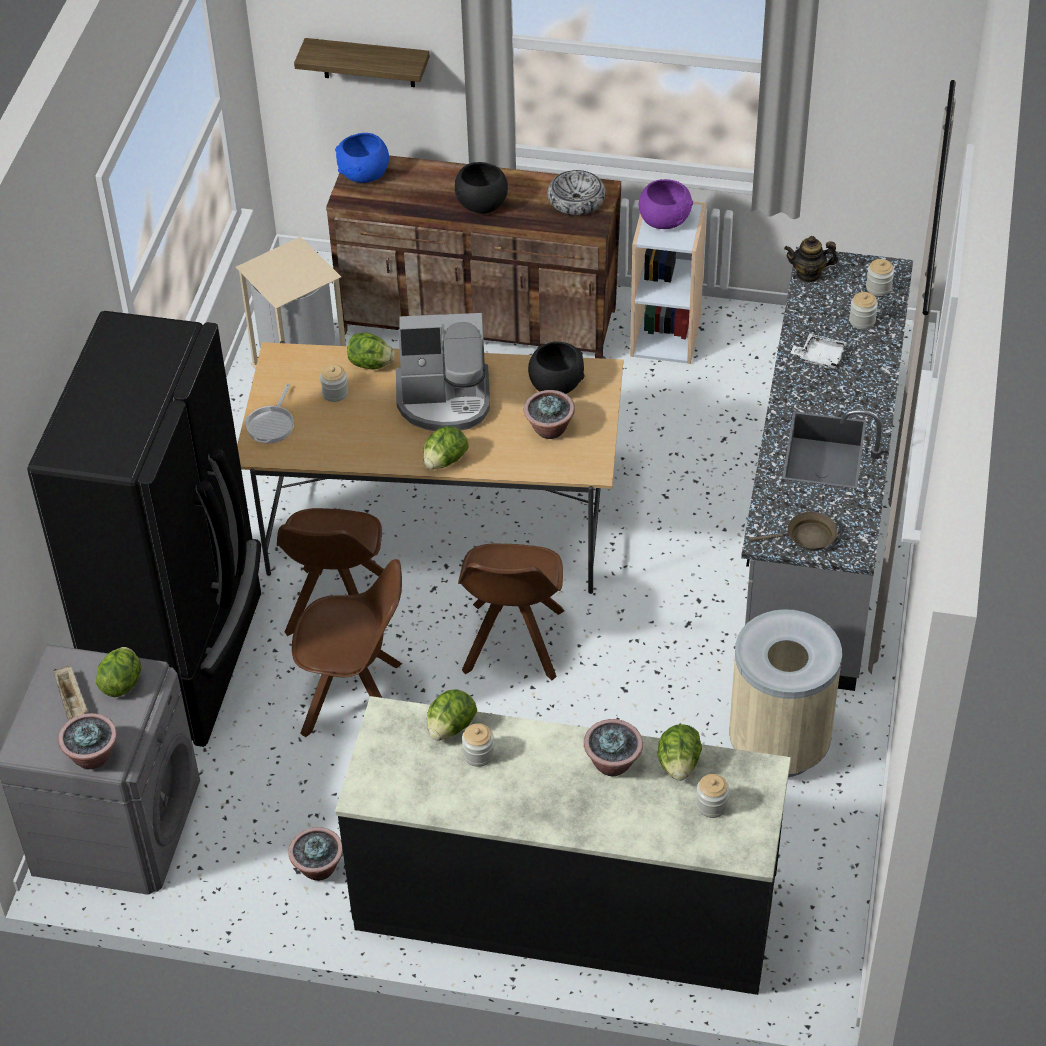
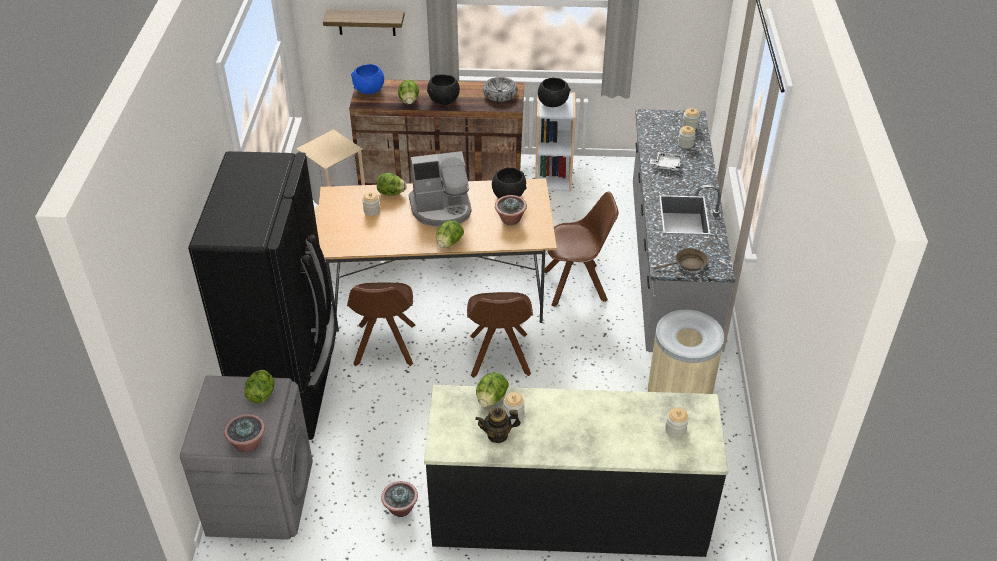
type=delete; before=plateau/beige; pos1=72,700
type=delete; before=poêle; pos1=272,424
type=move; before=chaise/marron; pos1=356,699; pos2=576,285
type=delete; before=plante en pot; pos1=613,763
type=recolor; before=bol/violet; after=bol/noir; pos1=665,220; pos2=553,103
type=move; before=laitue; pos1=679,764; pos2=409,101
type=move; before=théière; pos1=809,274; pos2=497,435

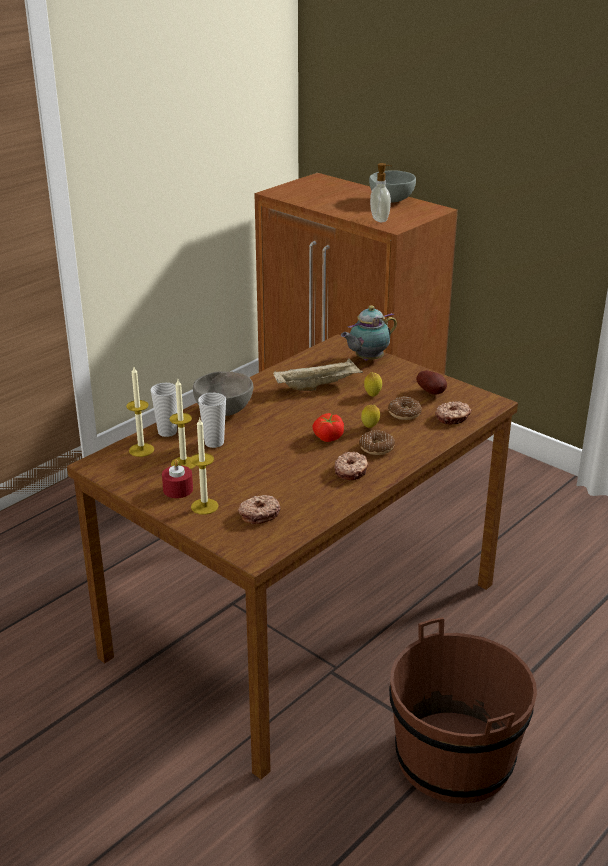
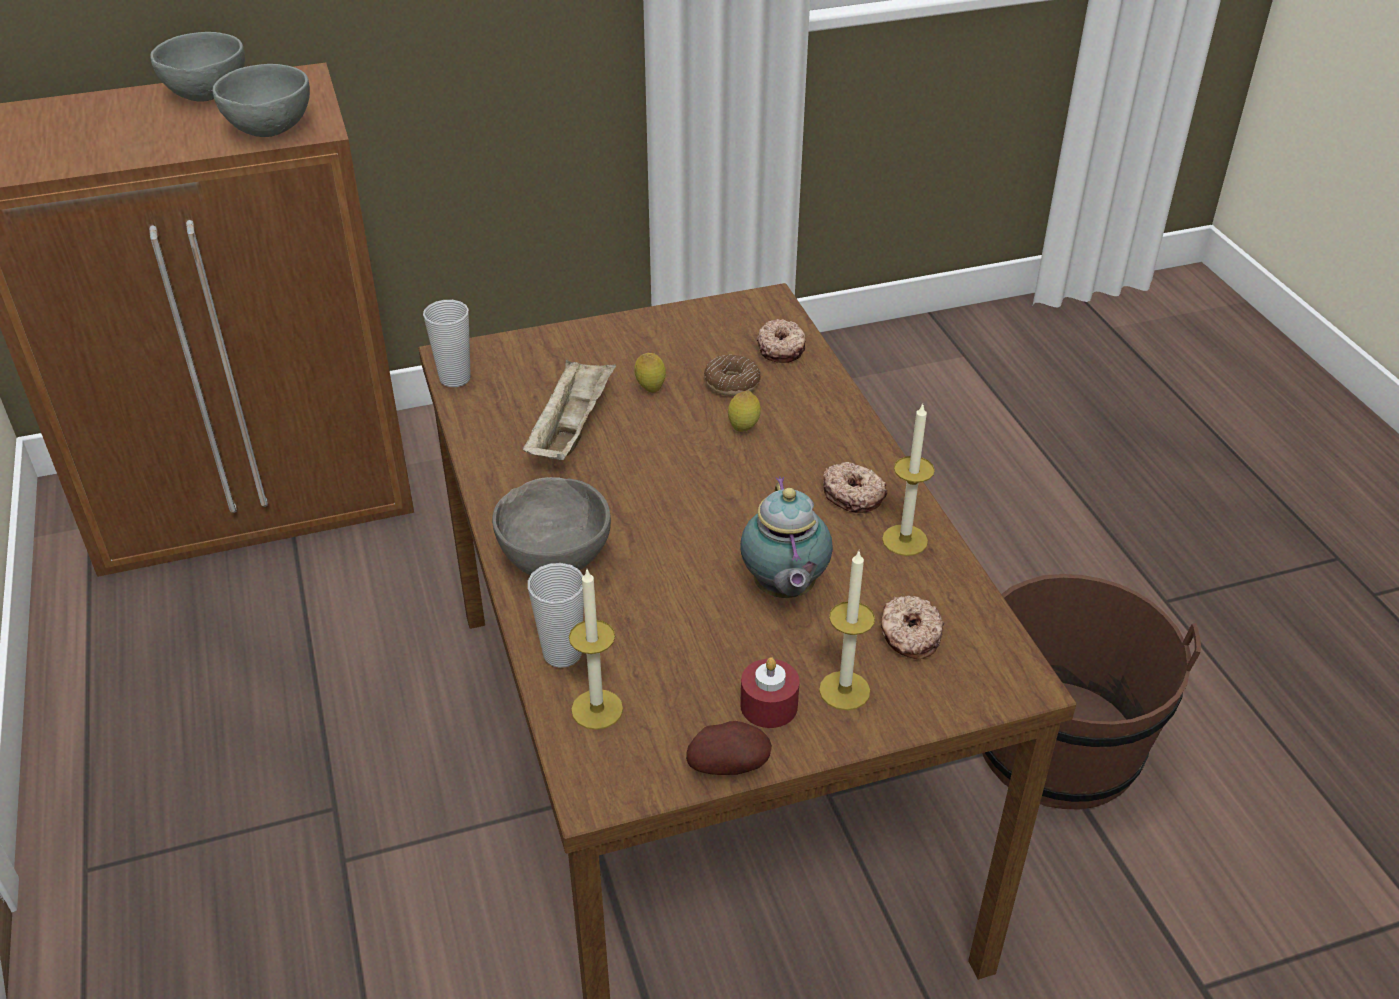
type=move; before=bougie; pos1=183,463; pos2=905,540
type=move; before=tasse; pos1=214,443; pos2=455,378
type=delete; before=tomate; pos1=327,437
type=move; before=théière; pos1=367,359; pos2=783,590
type=delete; before=beignet; pos1=376,448
type=replace; before=distributeur de savon; after=bol/gris; pos1=380,219; pos2=268,129
type=move; before=pomme de terre; pos1=432,393; pos2=729,765

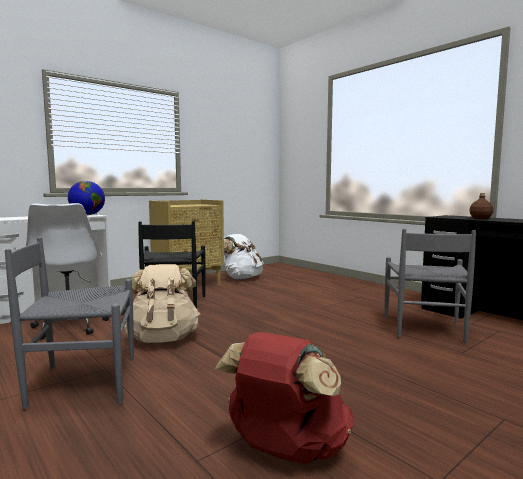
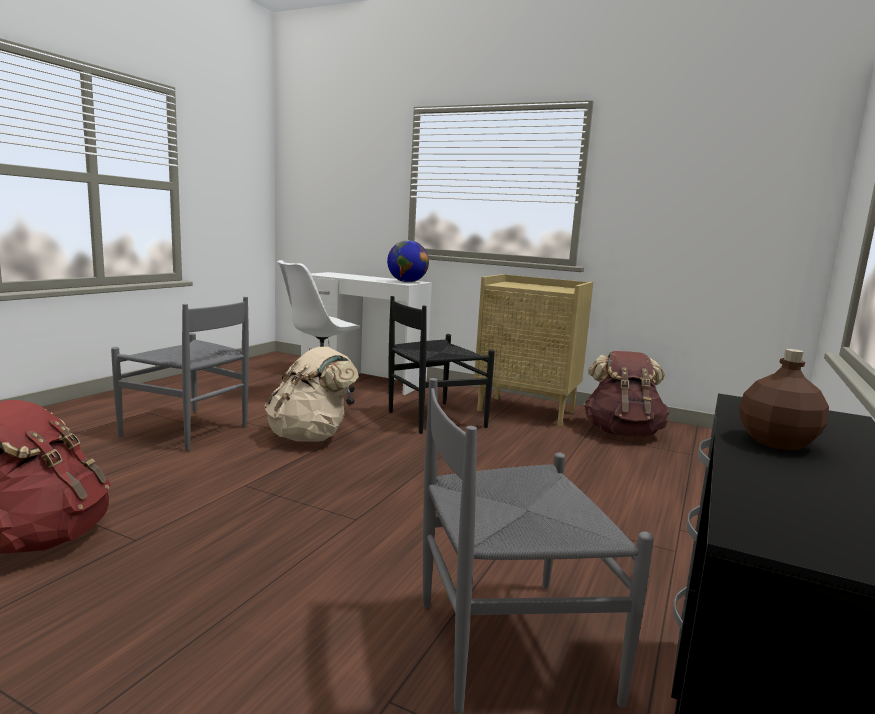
type=rotate; before=chaise/gris; pos1=83,383; pos2=189,431; turn=150
type=recolor; before=sac à dos/blanc; after=sac à dos/marron; pos1=241,278; pos2=622,433

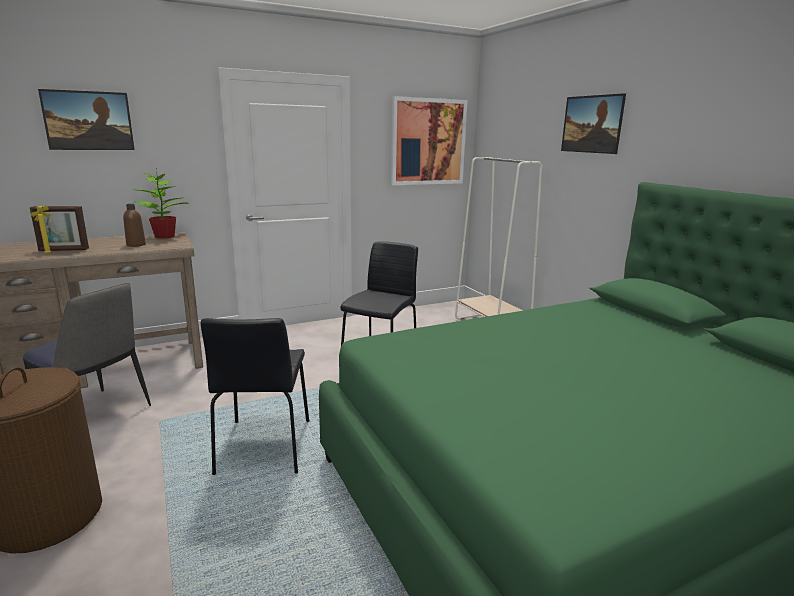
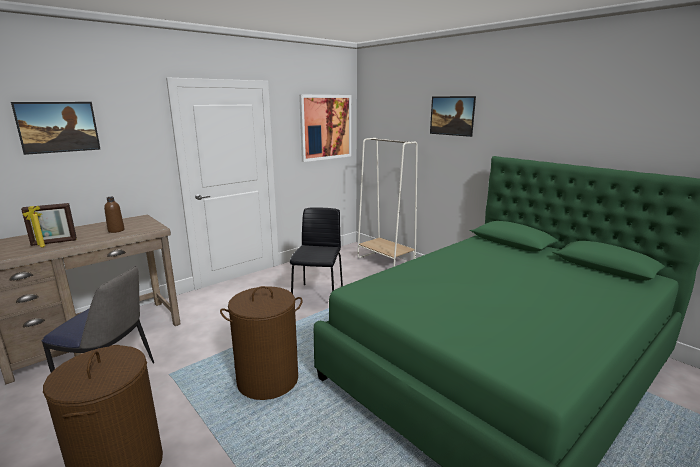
type=delete; before=plante en pot; pos1=165,236
type=replace; before=chaise/noir; after=panier à linge/marron; pos1=263,448; pos2=267,380

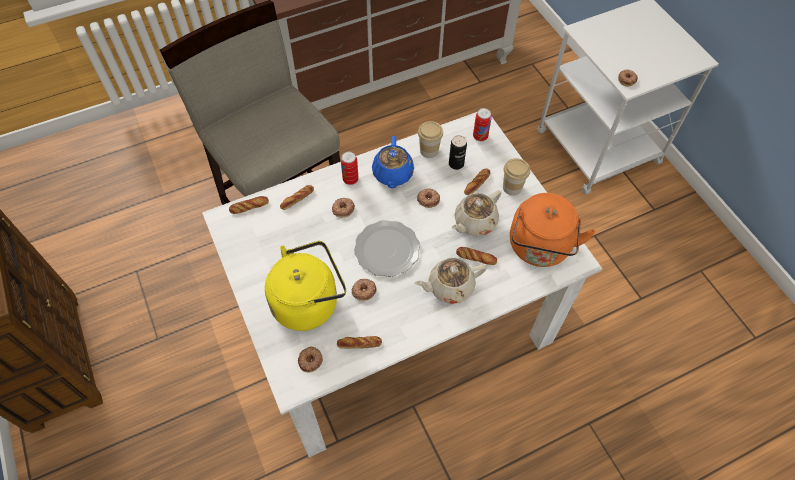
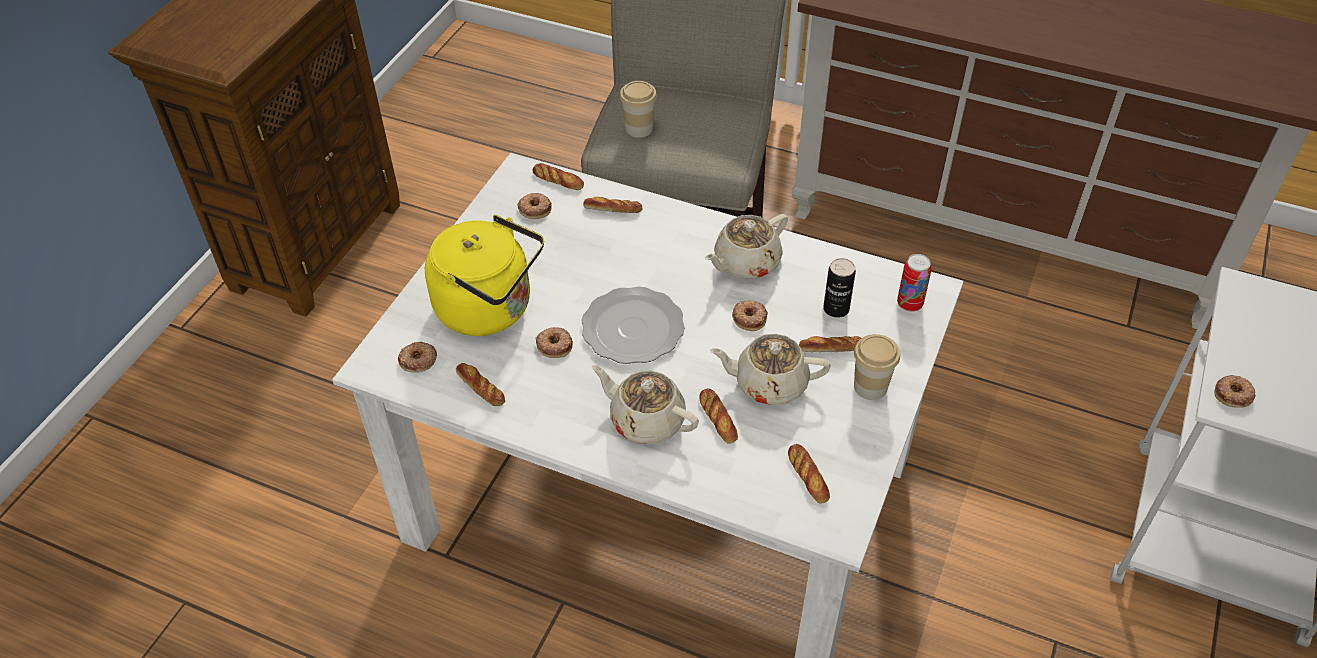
type=move; before=beignet; pos1=343,208; pos2=535,208
type=delete; before=boîte métallique; pos1=350,179
type=recolor; before=théière/bleu; after=théière/beige; pos1=392,174; pos2=745,263
type=move; before=tasse; pos1=429,151; pos2=639,128
type=replace; before=bouilloire/orange; after=pain; pos1=539,249; pos2=808,476

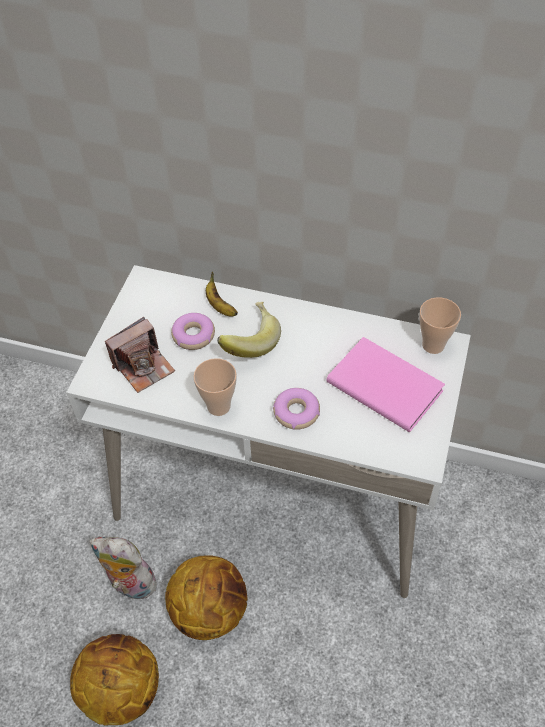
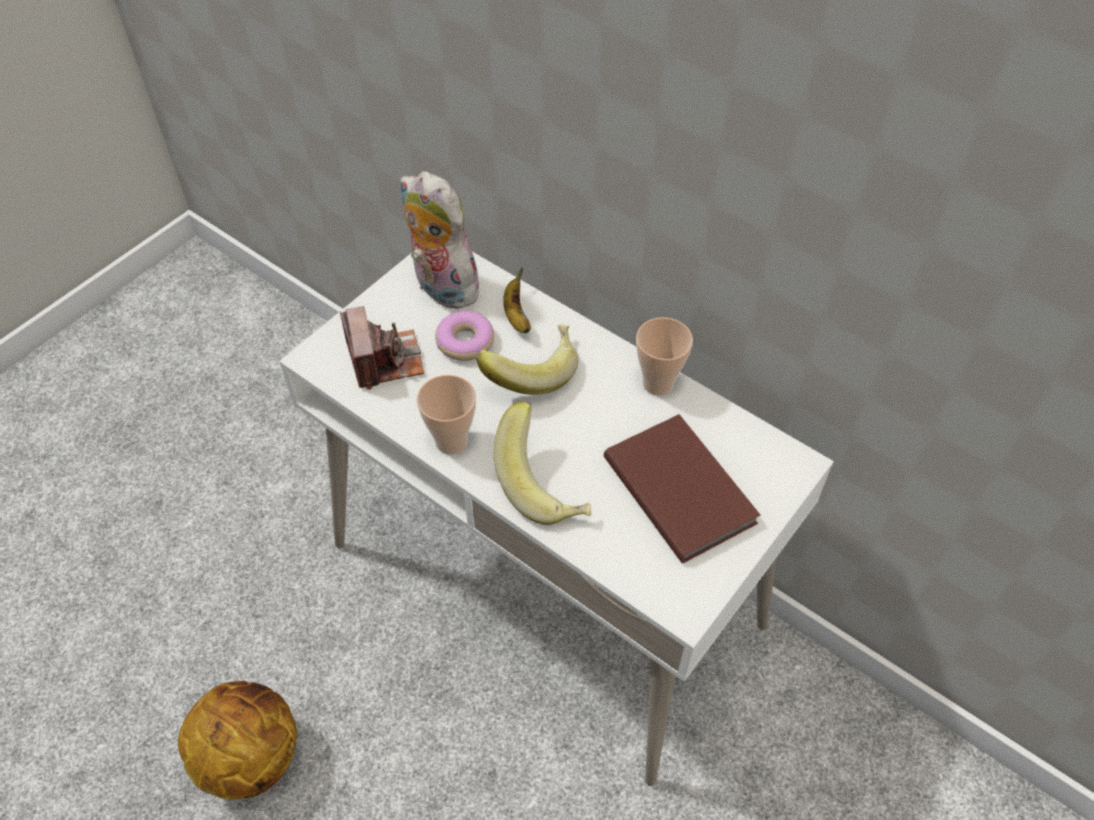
type=move; before=peluche; pos1=130,585; pos2=441,287
type=rotate; before=appareil photo; pos1=143,366; pos2=385,360; turn=-90
type=delete; before=ballon de basket; pos1=210,610
type=replace; before=beignet; after=banane; pos1=296,412; pos2=545,484
type=recolor; before=livre/rose; after=livre/marron; pos1=385,384; pos2=681,487
type=move; before=tasse; pos1=433,345; pos2=658,383

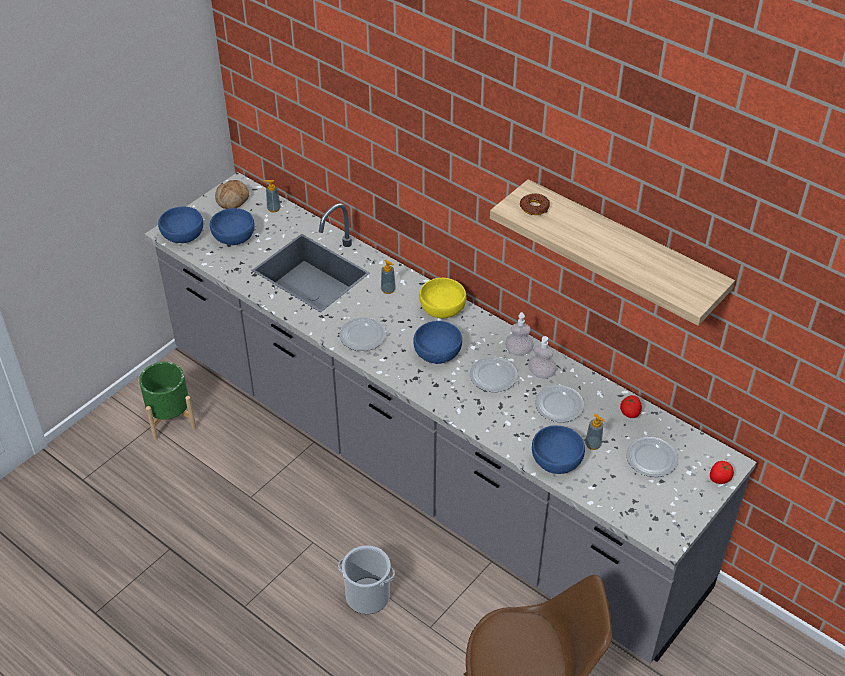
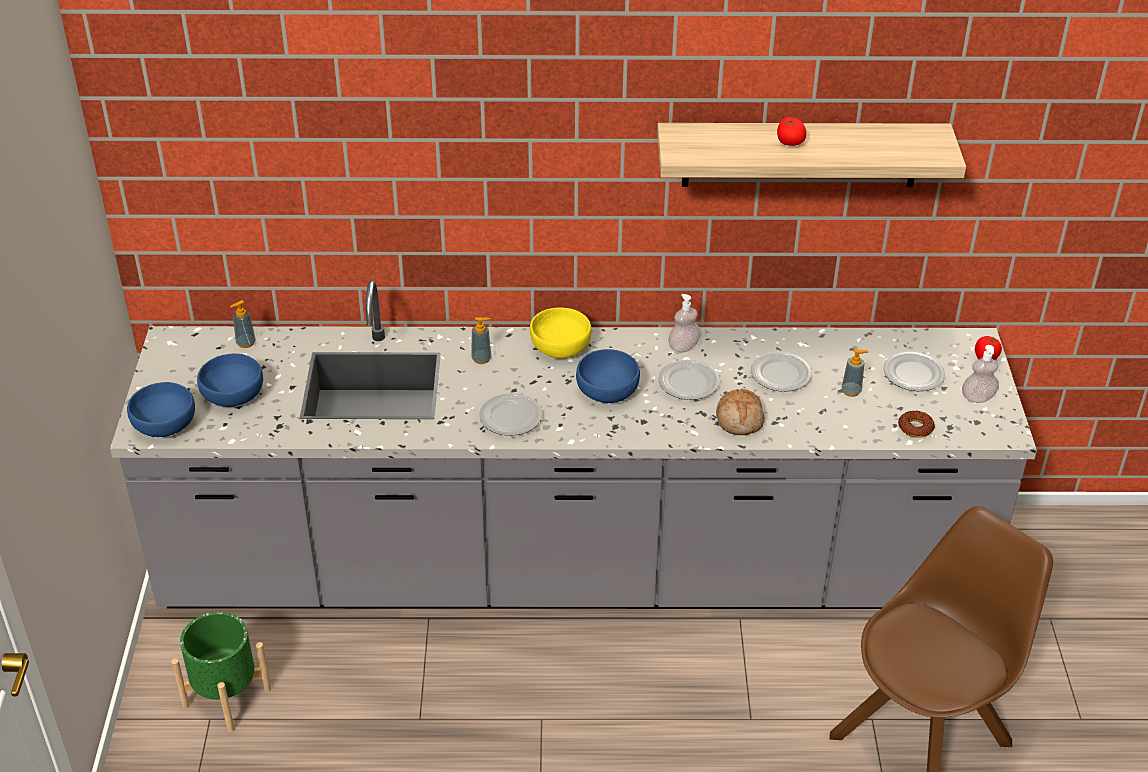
type=move; before=pain; pos1=233,200; pos2=740,420
type=delete; before=seau; pos1=368,595
type=move; before=beignet; pos1=534,207; pos2=915,427
type=move; before=distributeur de savon; pos1=541,373; pos2=978,397
type=delete; before=bol/bleu; pos1=556,460
type=move; before=tomate; pos1=630,413; pos2=789,143

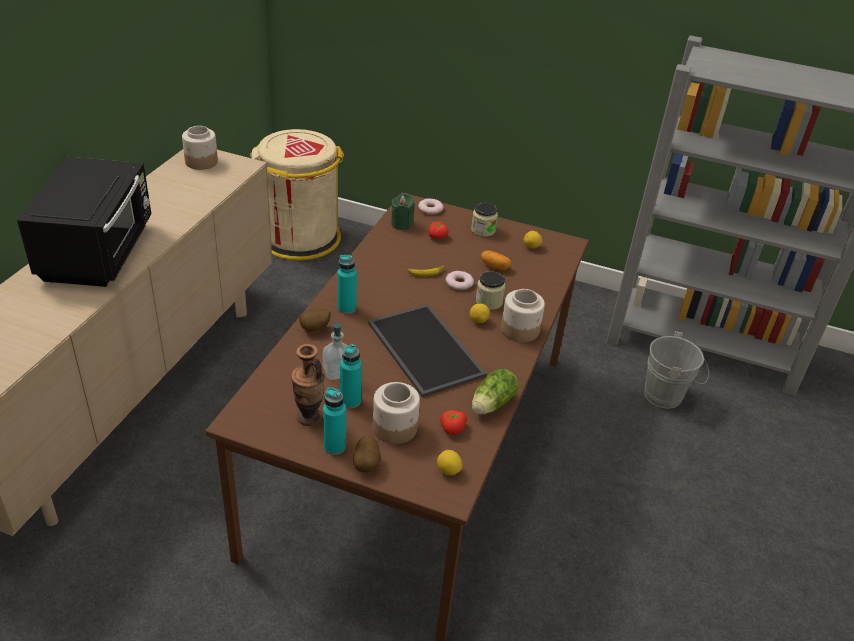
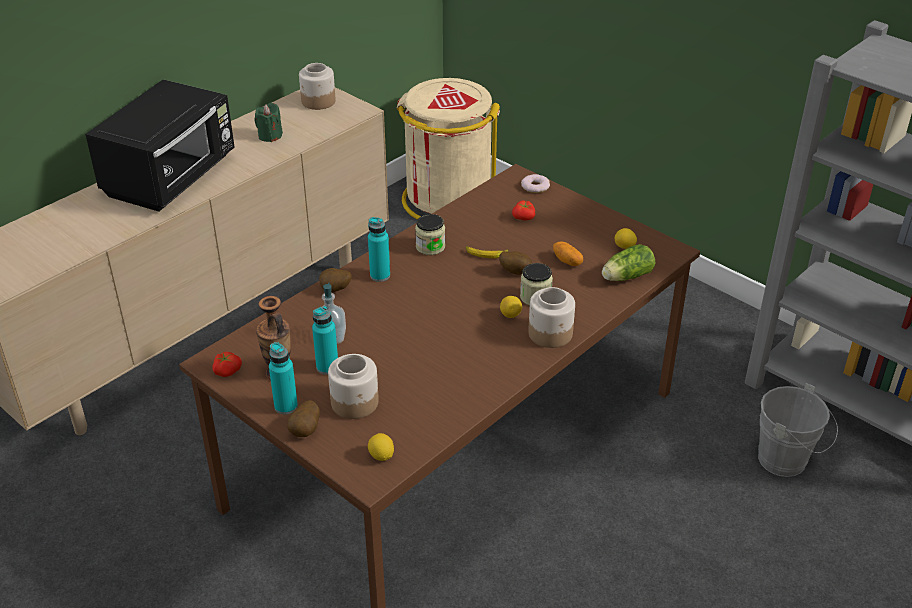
type=delete; before=plateau; pos1=427,349
type=move; before=bougie/vert; pos1=402,224; pos2=270,136
type=move; before=tomate; pos1=451,428; pos2=227,370
type=replace; before=beignet; after=pomme de terre; pos1=459,283; pos2=515,271
type=move; before=bocal; pos1=483,230; pos2=430,247
type=move; before=laitue; pos1=491,405; pos2=625,277

